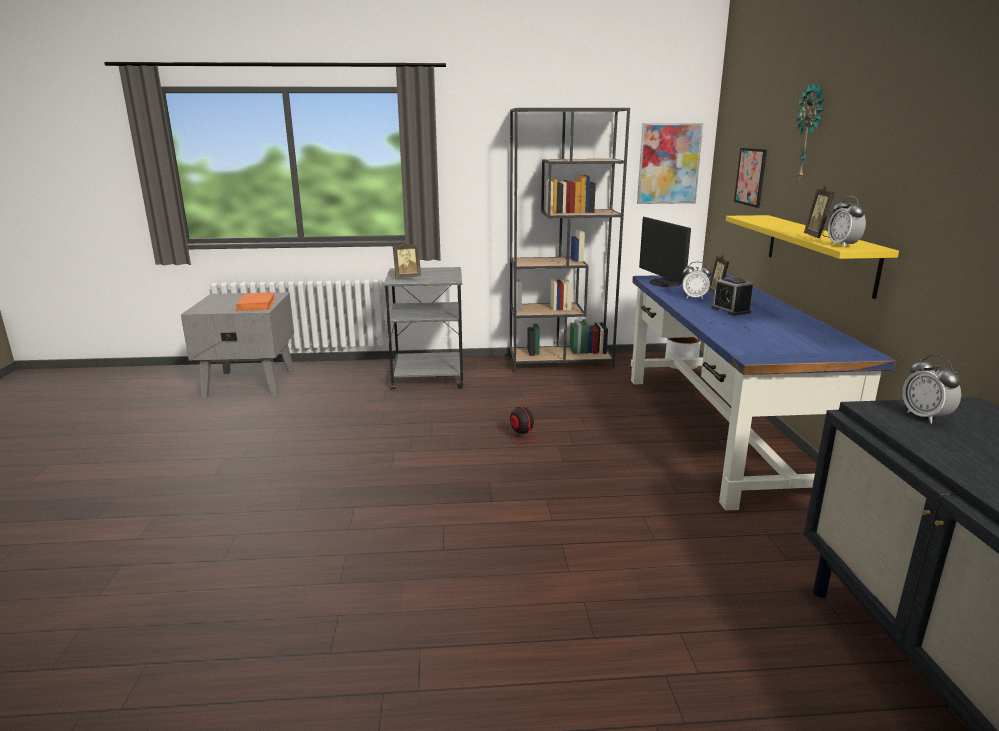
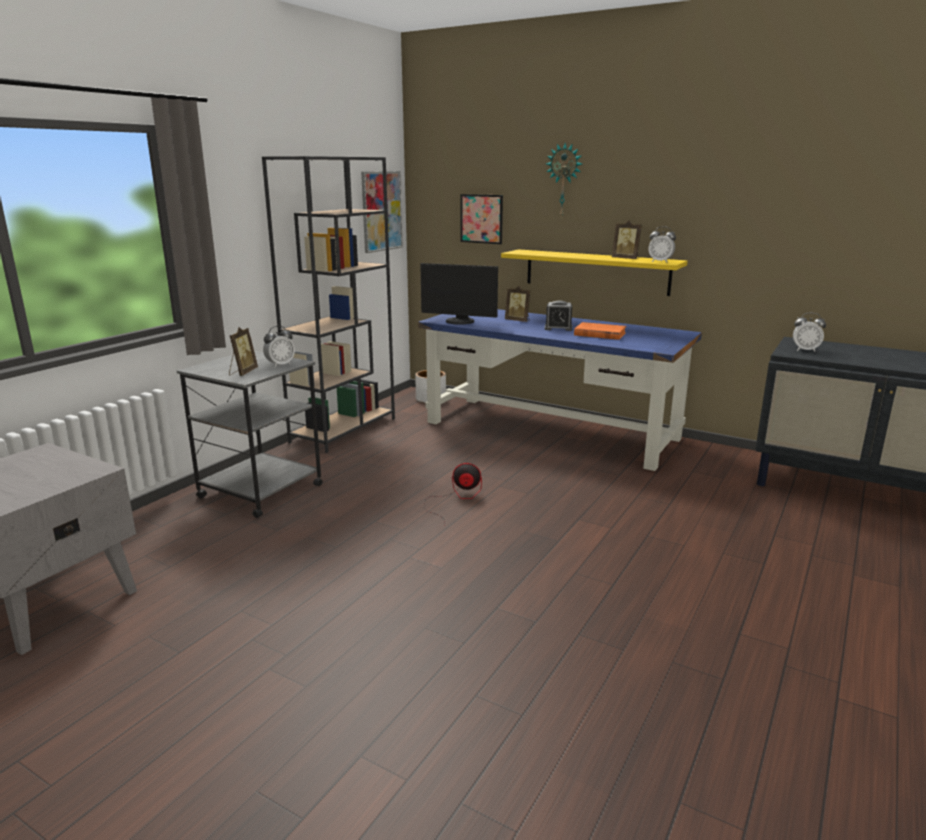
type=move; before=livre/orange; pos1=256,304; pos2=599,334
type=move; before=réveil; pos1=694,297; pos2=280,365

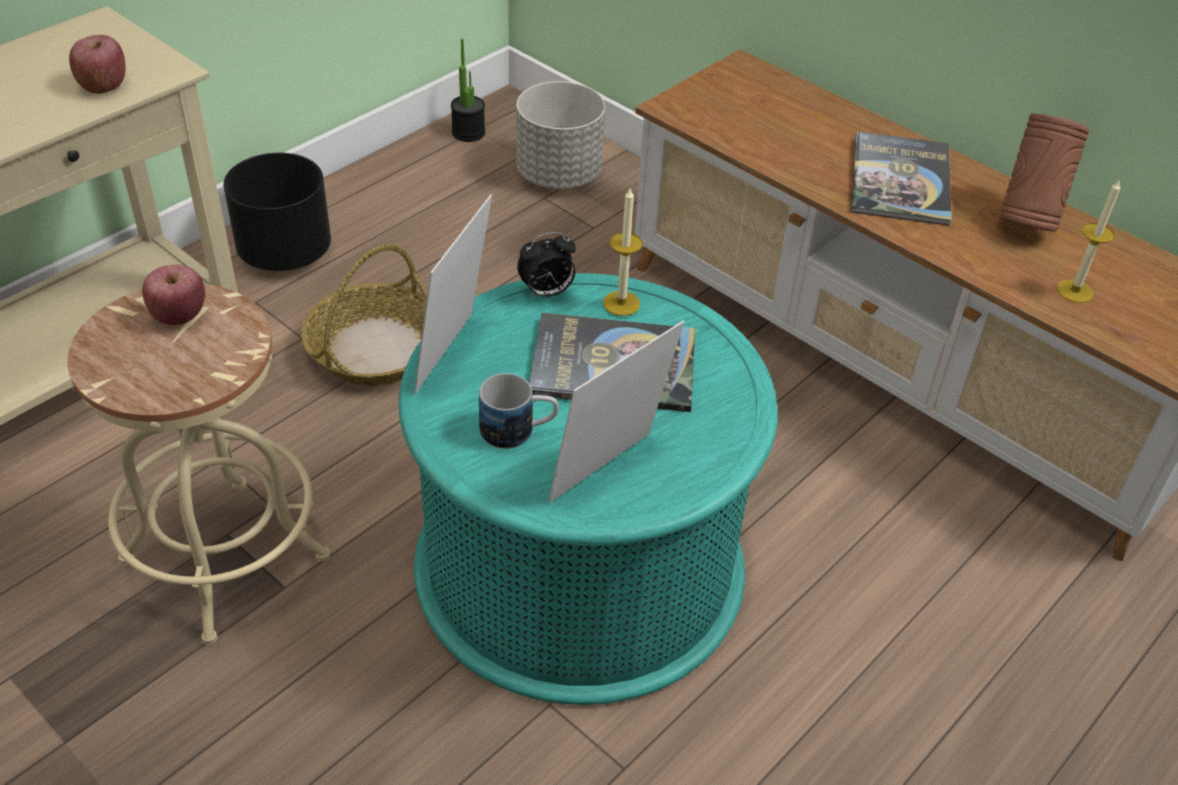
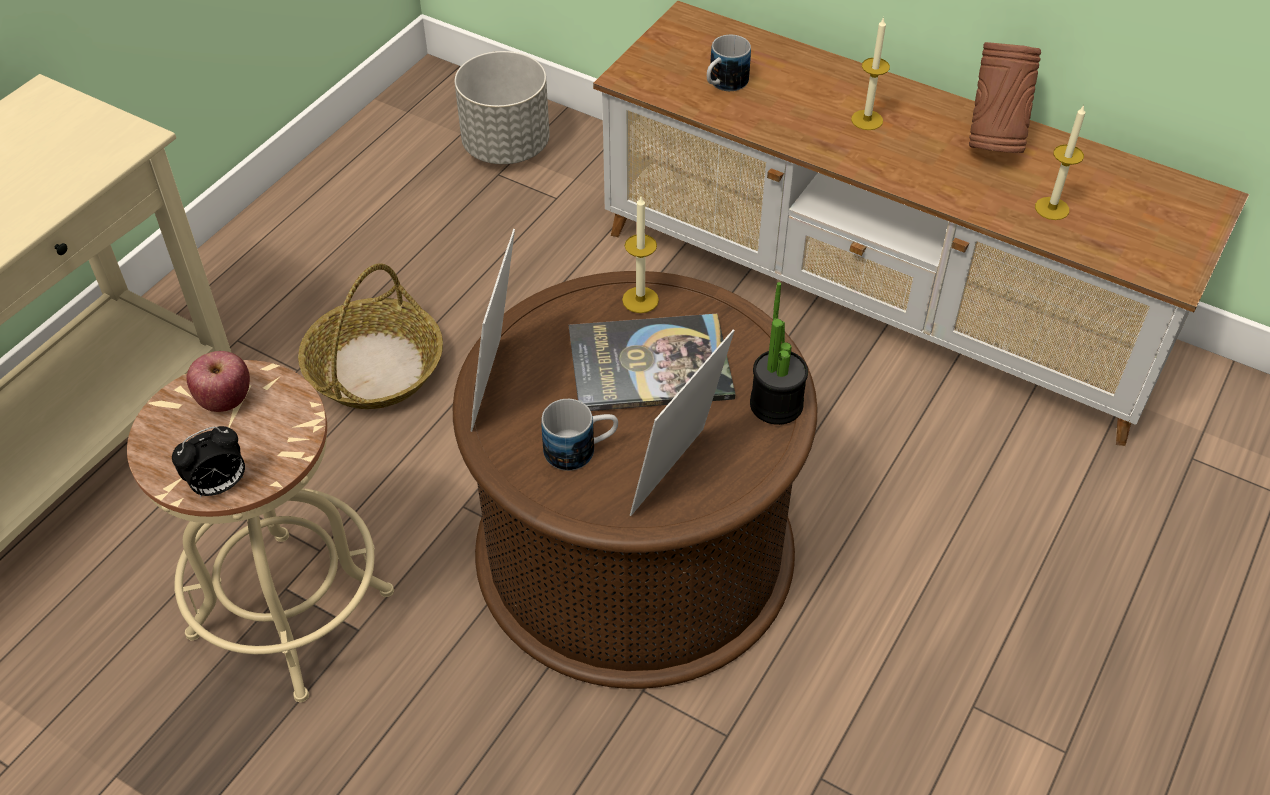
type=delete; before=pomme; pos1=103,86
type=delete; before=cache-pot/noir; pos1=285,253
type=recolor; before=table basse/turquoise; after=table basse/marron; pos1=580,564; pos2=635,548
type=move; before=plante en pot; pos1=468,133; pos2=776,404
type=move; before=réveil; pos1=546,293; pos2=219,486
type=replace; before=livre; after=bougie; pos1=900,180; pos2=867,120
type=insert; after=mug; pos2=723,84

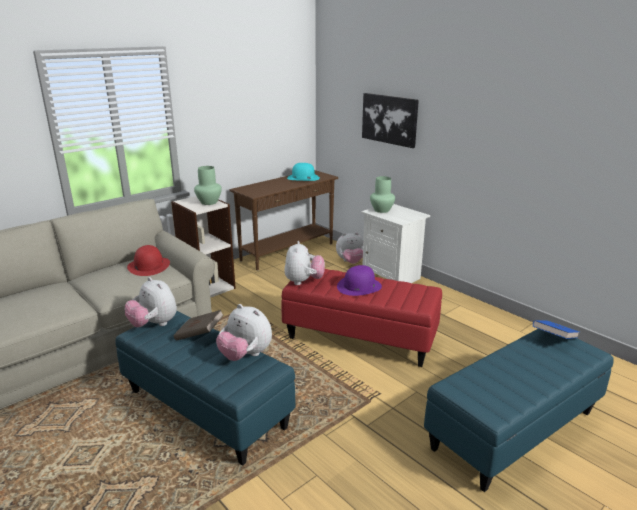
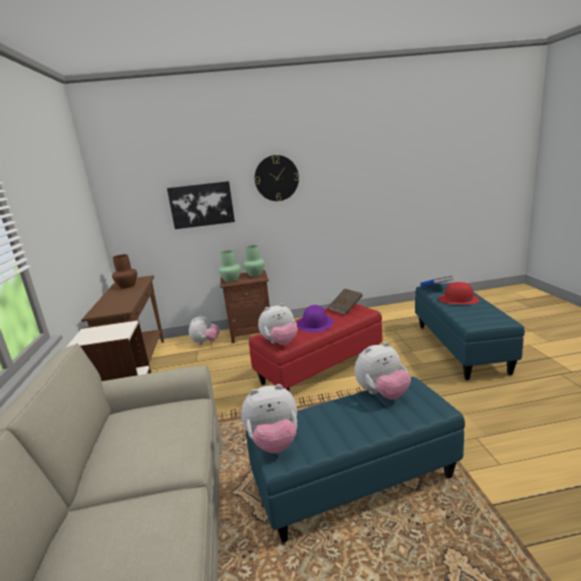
type=move; before=chapeau/rouge; pos1=149,266; pos2=458,299
type=move; before=livre/marron; pos1=199,335; pos2=345,308
type=move; before=vase/vert; pos1=208,202; pos2=255,274
type=rotate; before=peluche; pos1=304,281; pos2=280,343; turn=120
type=replace; before=chapeau/turquoise; after=vase/marron; pos1=303,178; pos2=127,286
type=recolor; before=table de chevet/blanc; after=table de chevet/marron; pos1=392,276; pos2=251,333
type=insert; after=horloge murale; pos2=276,178

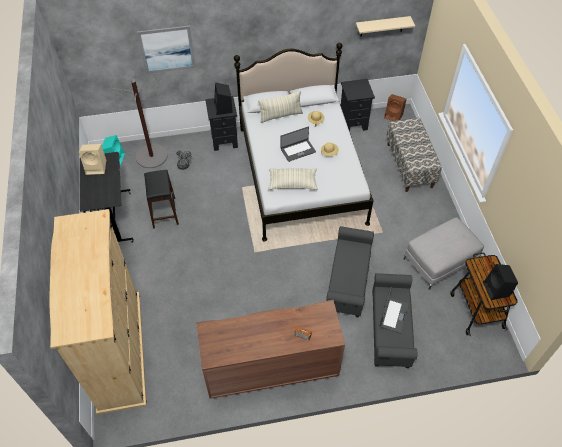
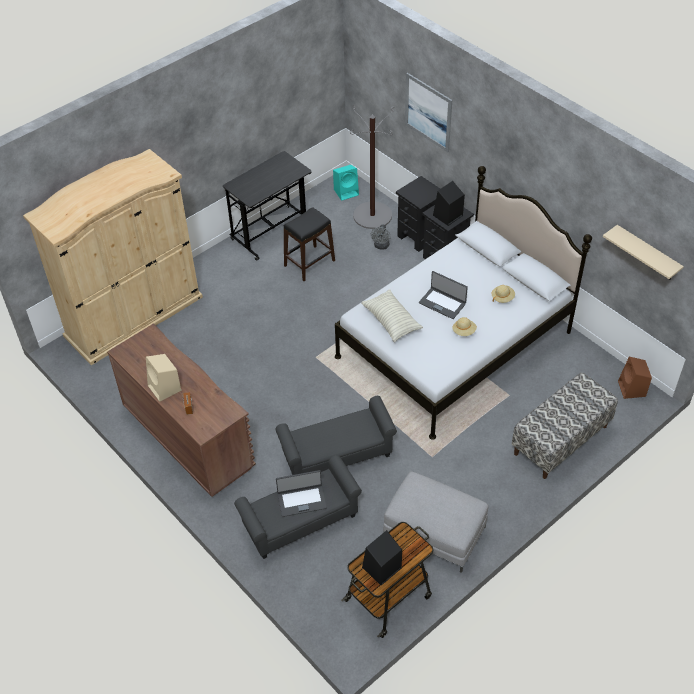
type=move; before=enceinte/beige; pos1=97,167; pos2=165,388
type=delete; before=coussin; pos1=280,115
type=move; before=table de chevet/noir; pos1=353,123; pos2=418,237

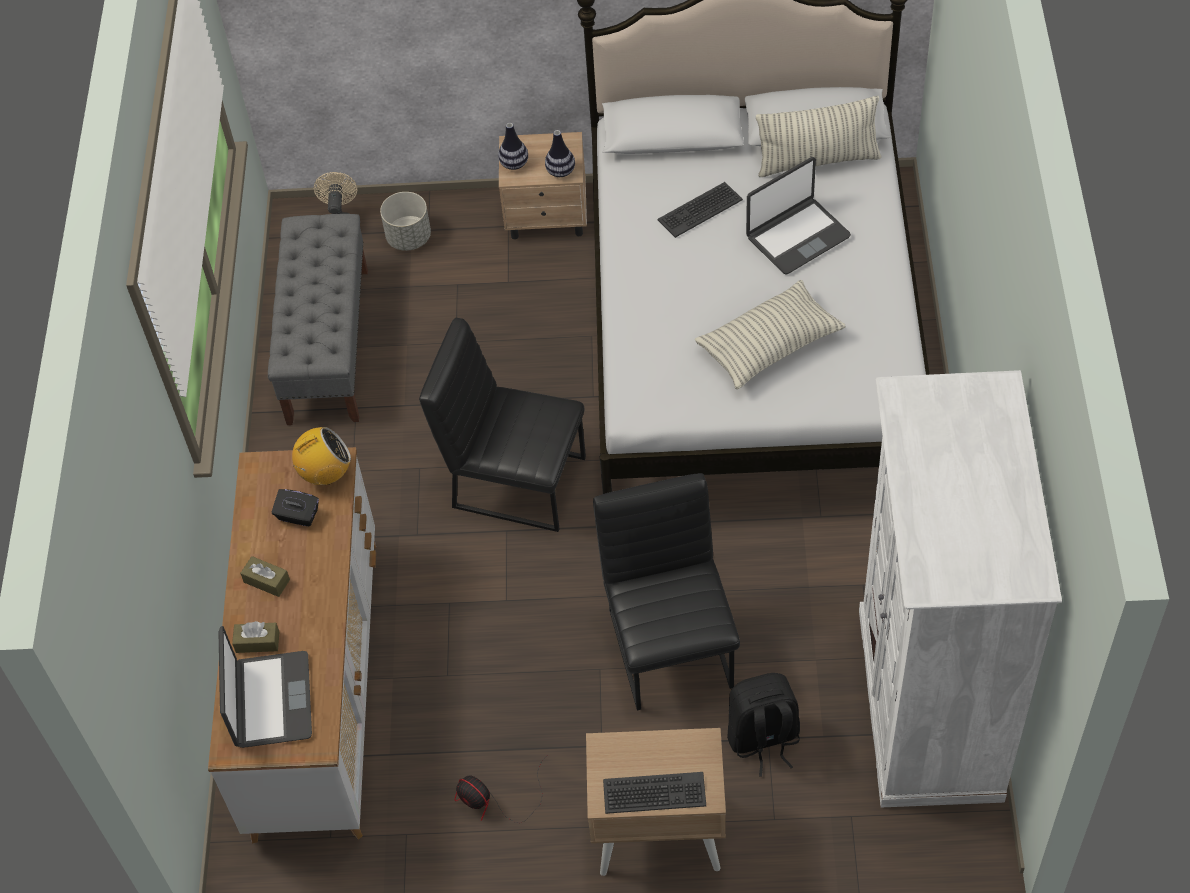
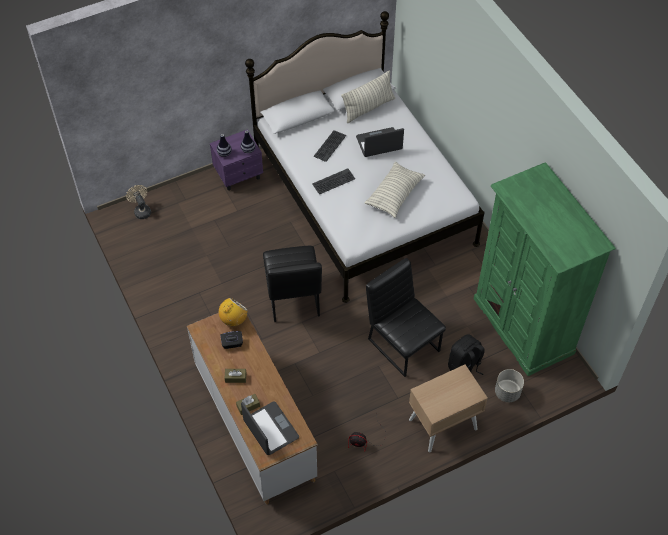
type=delete; before=banc/gris; pos1=328,345
type=move; before=cache-pot/gris; pos1=409,237; pos2=507,392
type=rotate; before=chaise/noir; pos1=515,480; pos2=293,298; turn=-90
type=recolor; before=table de chevet/beige; after=table de chevet/violet; pos1=548,217; pos2=239,175
type=move; before=clavier; pos1=654,794; pos2=334,182
type=rotate; before=ordinateur portable; pos1=797,236; pos2=379,144; turn=-135
type=recolor; before=armoire/blanc; after=armoire/vert; pos1=928,703; pos2=522,326

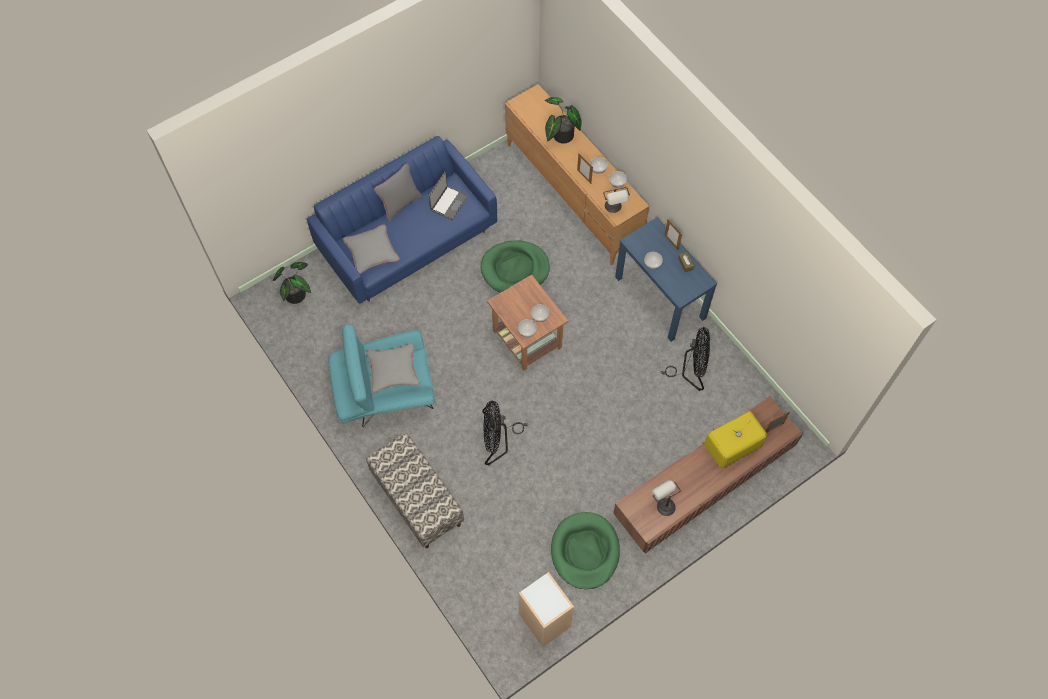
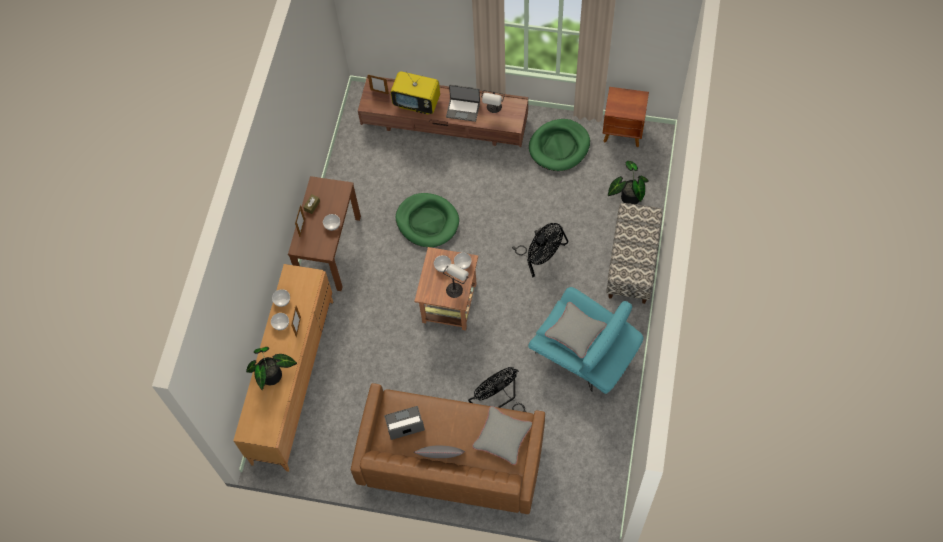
type=move; before=plante en pot; pos1=298,294; pos2=628,197
type=recolor; before=canapé/bleu; after=canapé/marron; pos1=408,241; pos2=451,459
type=move; before=panier pour chien/vert; pos1=515,269; pos2=427,221
type=replace; before=bibliothèque; after=table de chevet/marron; pos1=544,621; pos2=623,132
type=move; before=lampe de table; pos1=614,208; pos2=455,287
type=recolor; before=table console/bleu; after=table console/marron; pos1=660,297; pos2=330,249
type=move; before=ventilateur/noir; pos1=691,367; pos2=500,398
type=insert; after=ordinateur portable; pos2=463,109

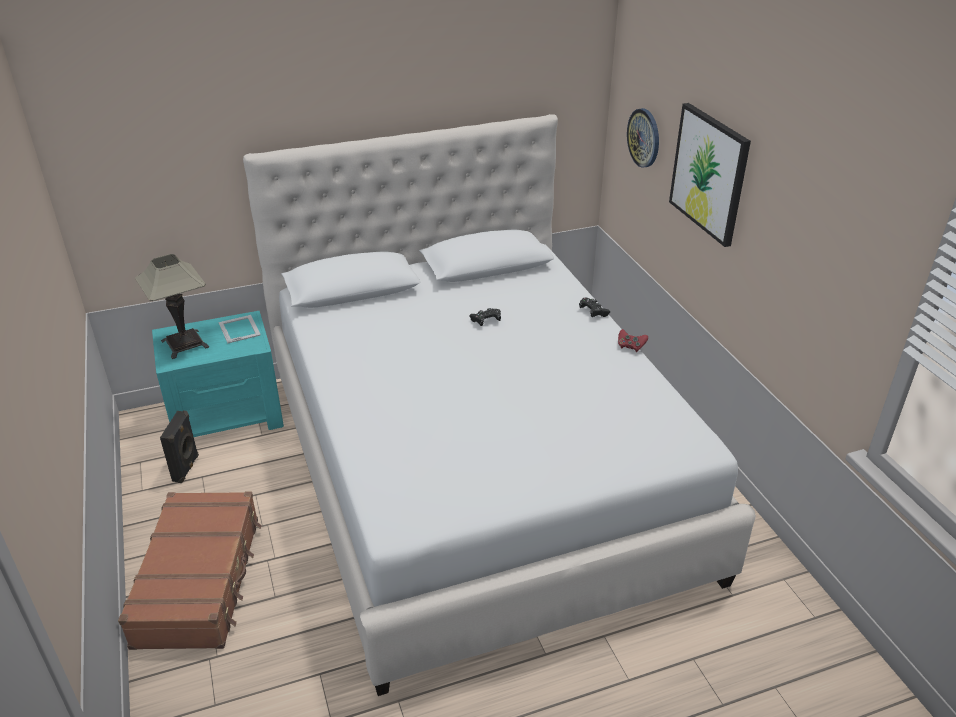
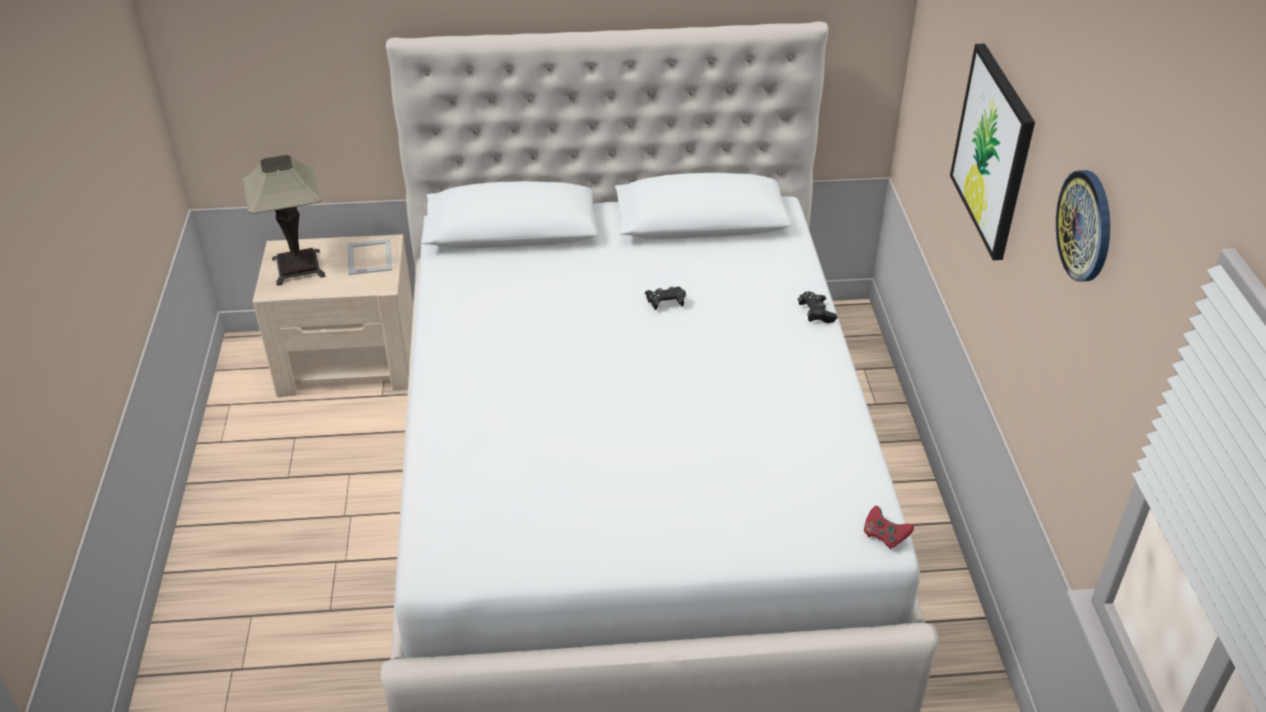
type=delete; before=valise/marron; pos1=200,580
type=recolor; before=table de chevet/turquoise; after=table de chevet/beige; pos1=227,415; pos2=349,361
type=delete; before=enceinte/noir; pos1=186,468
type=move; before=manette/rouge; pos1=630,346; pos2=884,536
type=move; before=horloge murale; pos1=644,137; pos2=1086,225

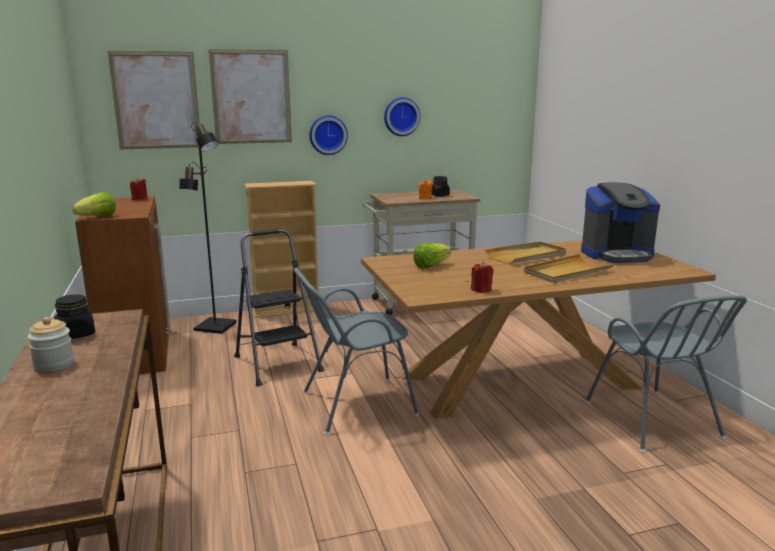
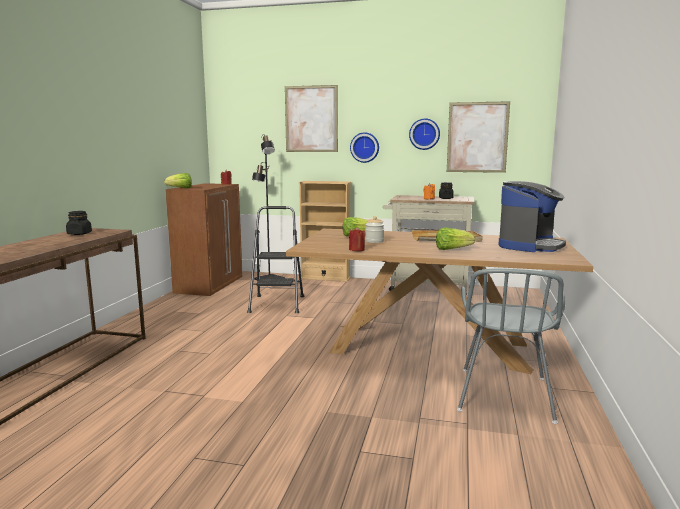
type=move; before=bocal; pos1=54,364; pos2=374,241
type=move; before=tableau; pos1=156,100; pos2=477,137
type=delete; before=chaise/gris; pos1=354,404
type=replace; before=plateau/beige; after=laitue; pos1=567,272; pos2=452,249
type=rotate; before=machine à café; pos1=617,254; pos2=530,246; turn=-75

